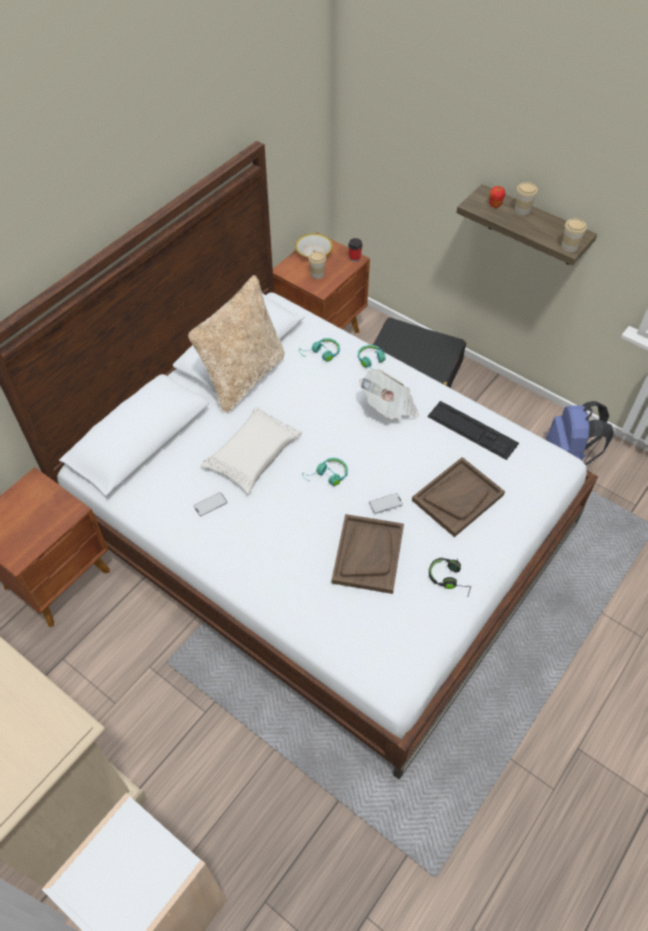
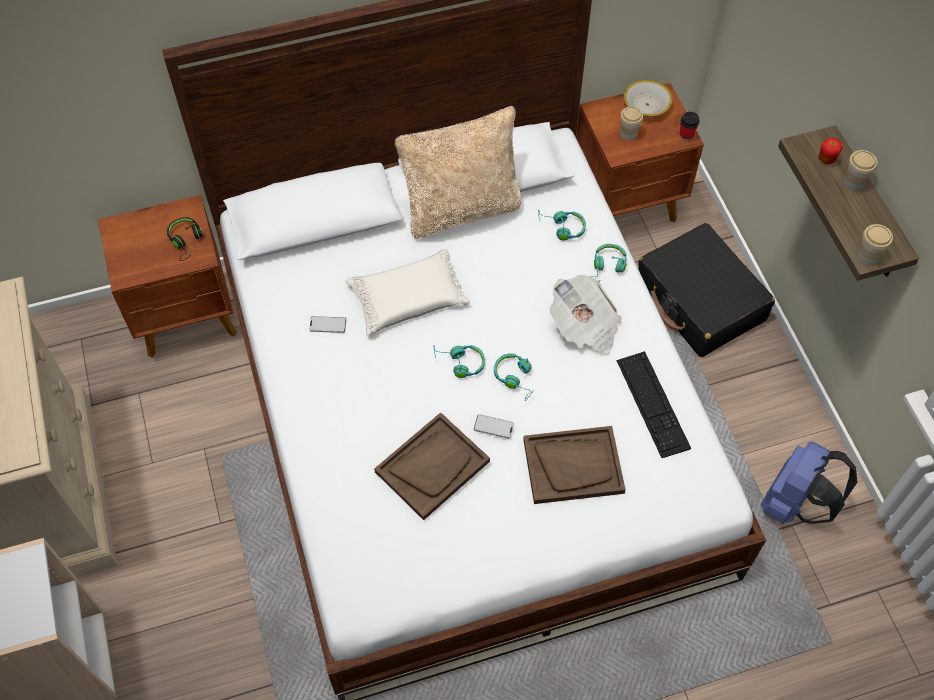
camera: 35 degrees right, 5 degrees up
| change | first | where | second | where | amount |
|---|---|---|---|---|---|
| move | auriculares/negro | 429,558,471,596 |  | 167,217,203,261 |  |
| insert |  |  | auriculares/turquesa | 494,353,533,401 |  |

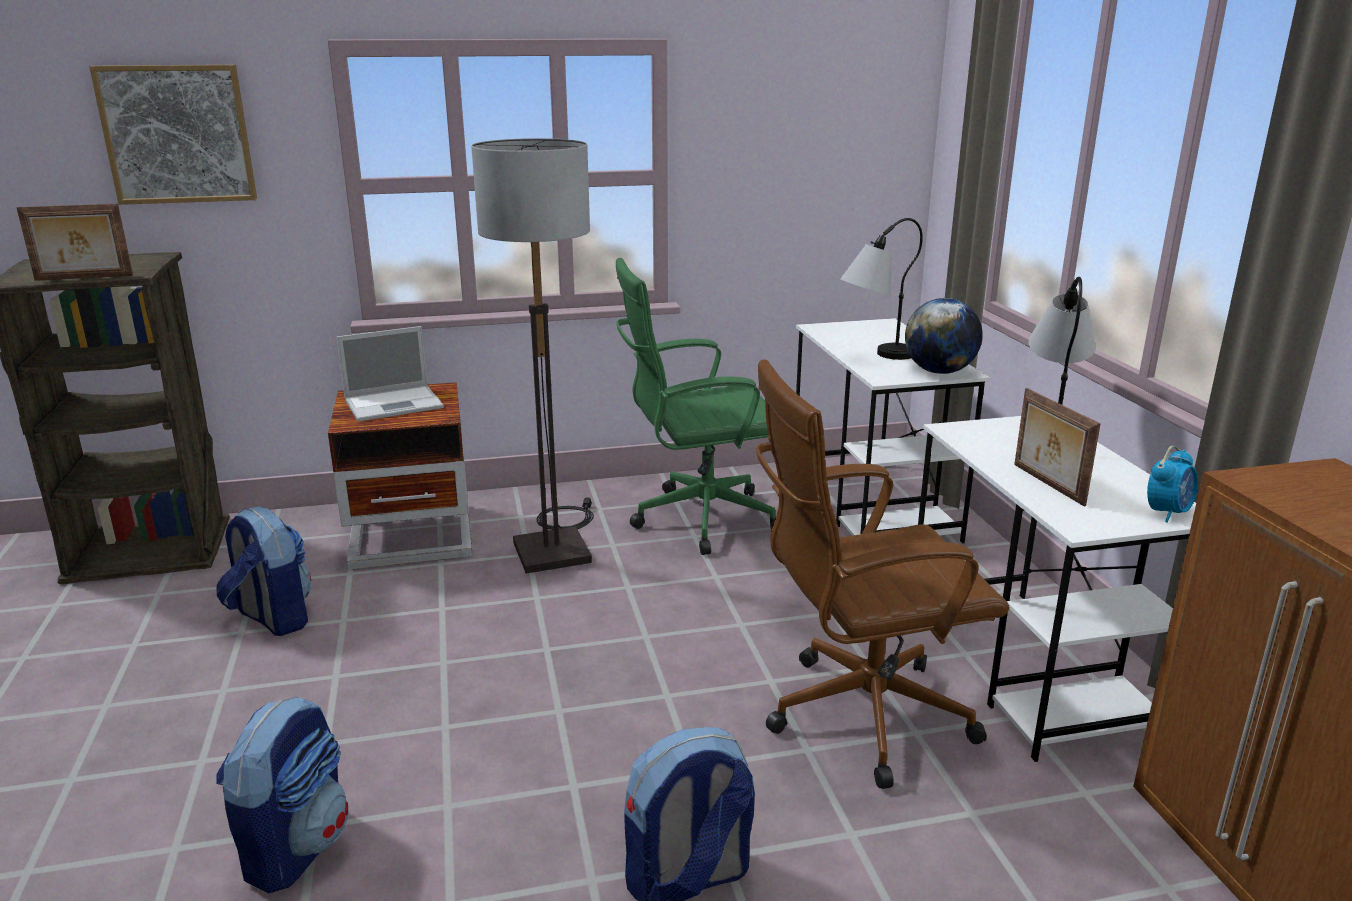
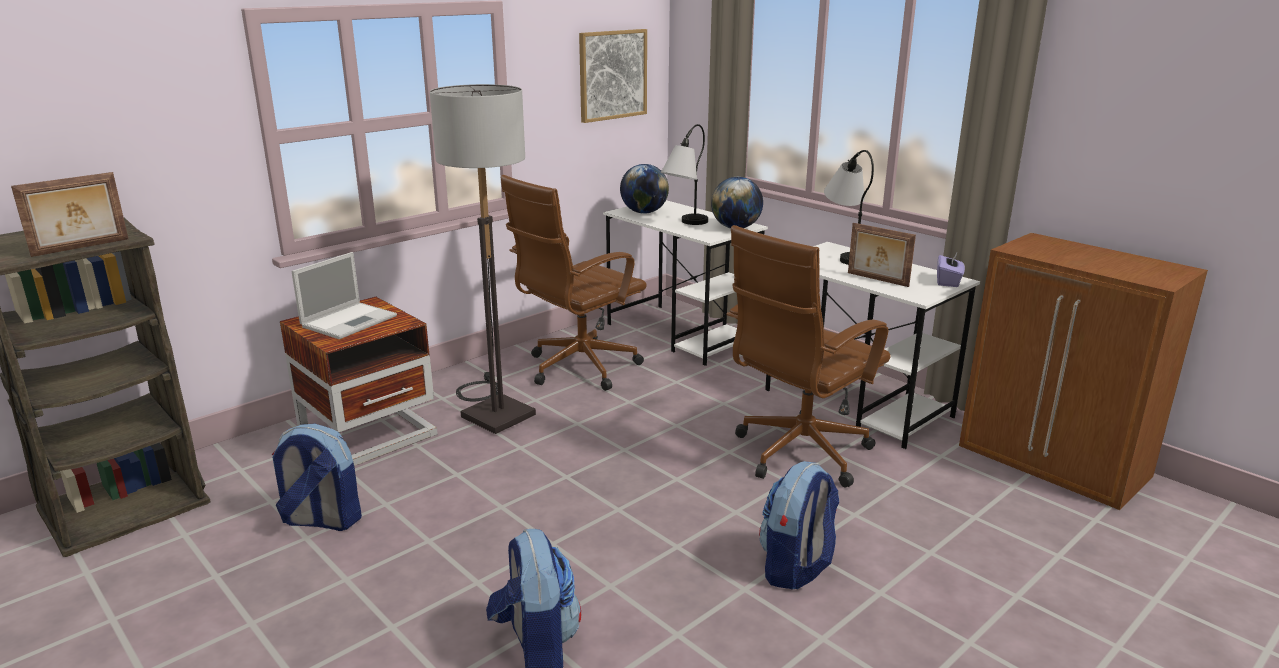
camera: 30 degrees left, 0 degrees up
| change | first | where | second | where | amount |
|---|---|---|---|---|---|
| recolor | silla de oficina/verde | 616,258,776,555 | silla de oficina/marrón | 501,175,646,391 |  |
| move | cuadro | 89,65,257,205 |  | 579,29,647,123 |  |
| insert |  |  | globo terráqueo | 620,164,669,214 |  |
| replace | despertador | 1147,445,1198,523 | caja de pañuelos/morado | 937,253,965,287 |  |

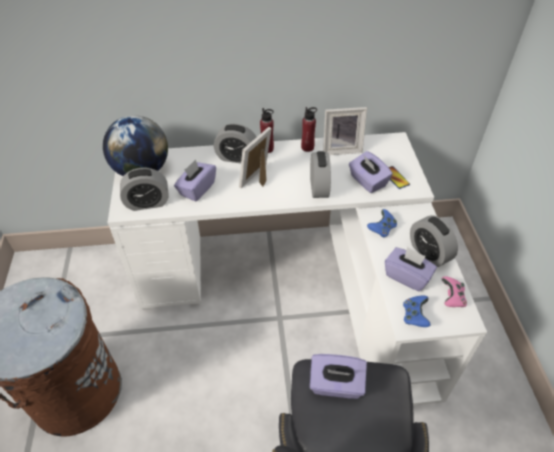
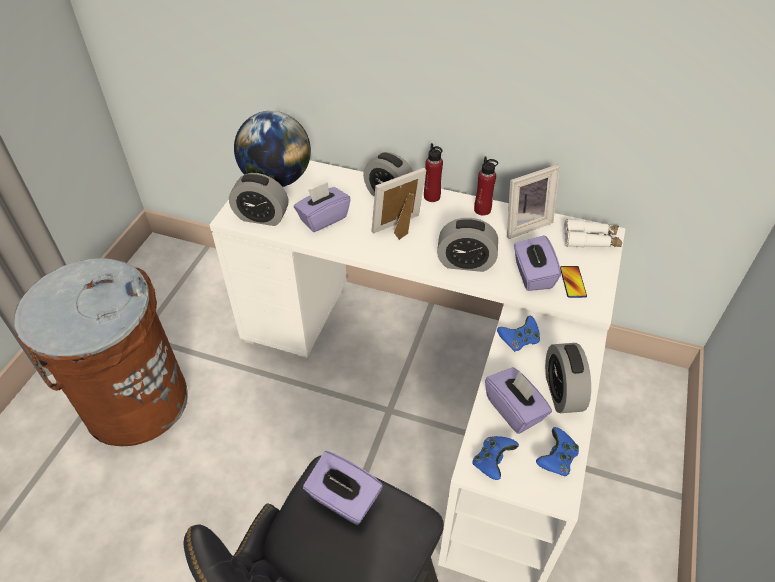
camera: 25 degrees right, 0 degrees up
| change | first | where | second | where | amount |
|---|---|---|---|---|---|
| rotate | despertador | 310,151,331,198 |  | 437,218,498,272 | 75 degrees clockwise |
| rotate | portarretratos | 323,107,367,155 |  | 507,164,560,239 | 45 degrees counterclockwise |
| recolor | mando de consola/rosa | 442,276,467,307 | mando de consola/azul | 536,427,579,476 |  |
| insert |  |  | prismáticos/blanco | 564,219,622,248 |  |

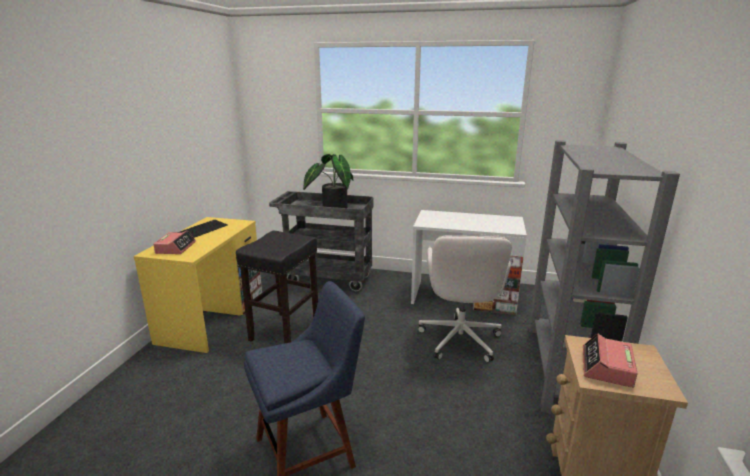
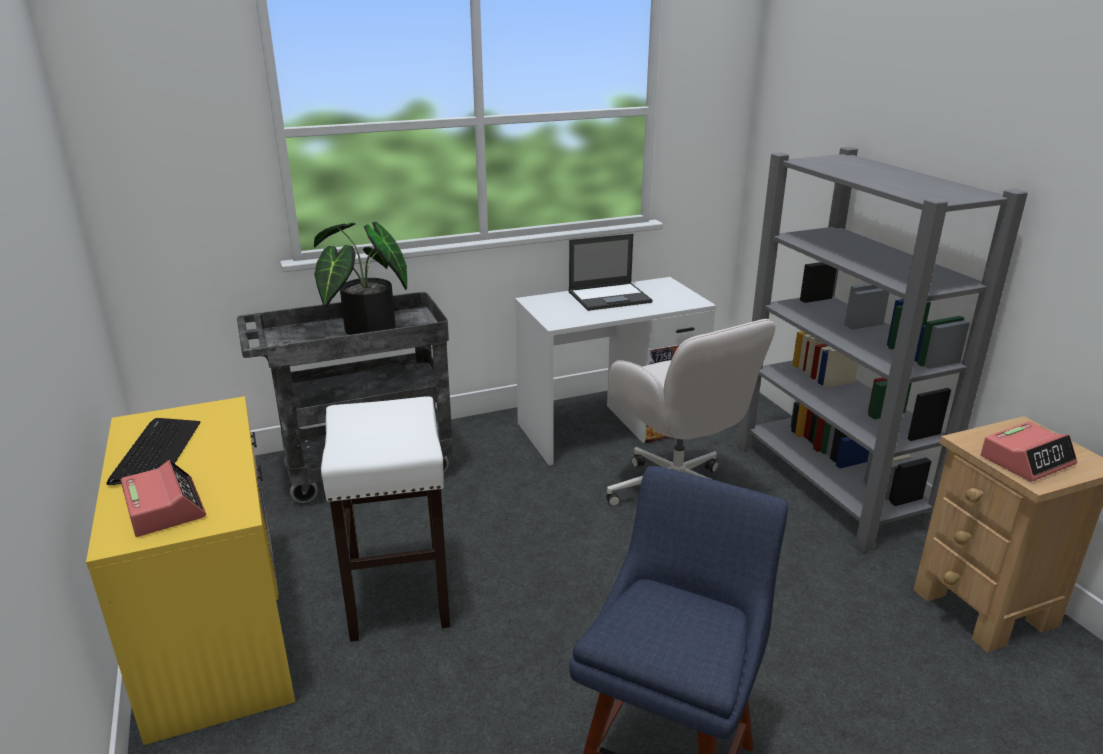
camera: 35 degrees left, 5 degrees up
| change | first | where | second | where | amount |
|---|---|---|---|---|---|
| recolor | taburete/negro | 236,231,318,344 | taburete/blanco | 321,397,450,642 |  |
| insert |  |  | portátil | 568,234,652,311 |  |
| rotate | despertador | 583,334,638,388 |  | 981,422,1077,482 | 105 degrees counterclockwise |

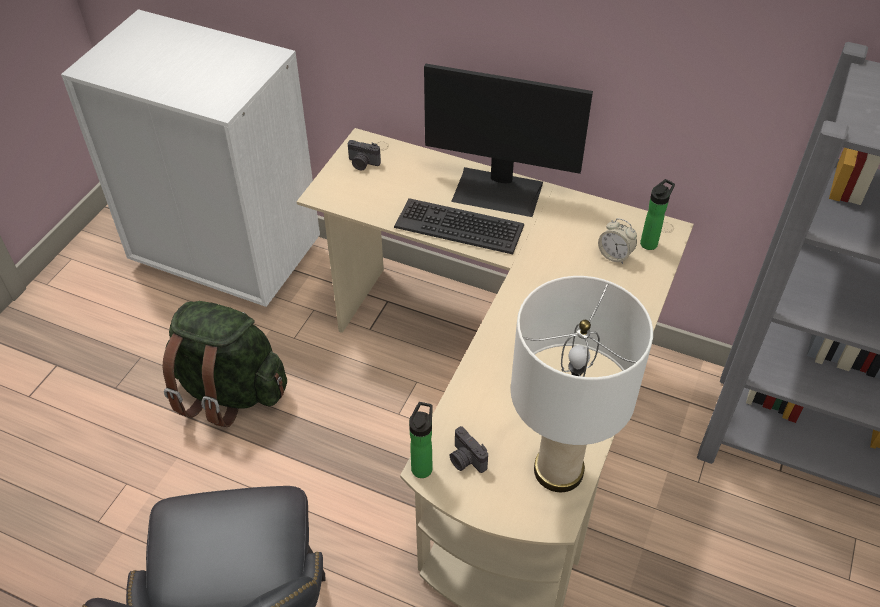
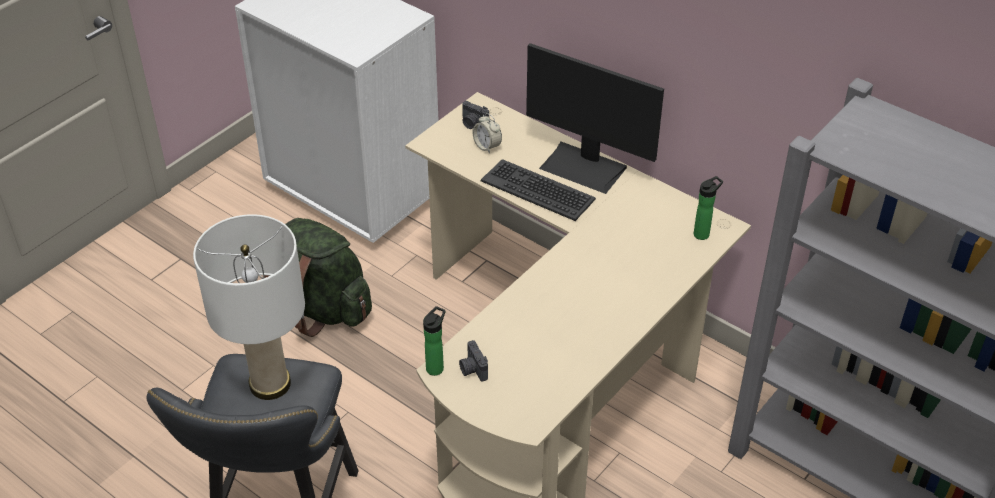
camera: 15 degrees right, 5 degrees down
| change | first | where | second | where | amount |
|---|---|---|---|---|---|
| move | lámpara de mesa/blanco | 511,276,653,492 |  | 193,214,305,400 |  |
| move | despertador | 598,218,637,264 |  | 473,113,502,154 |  |

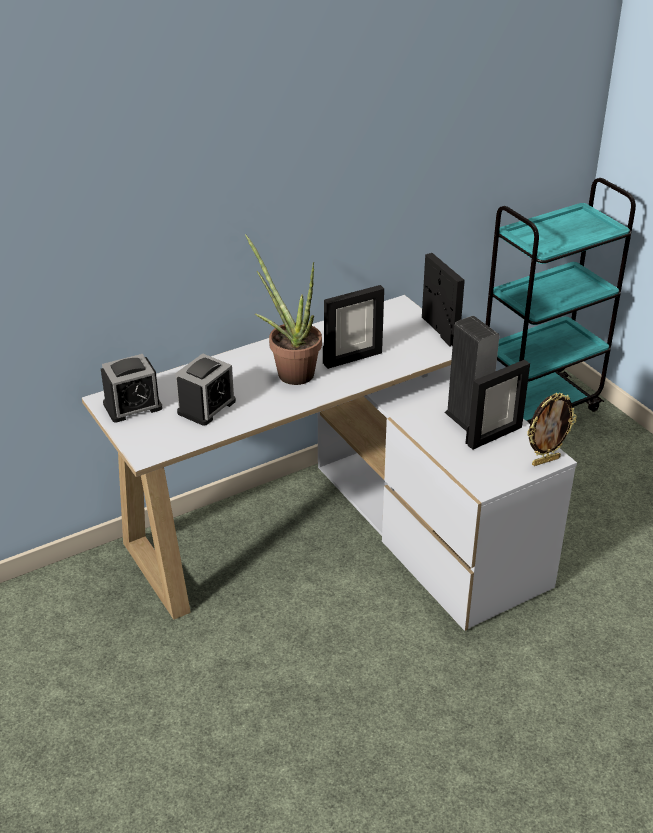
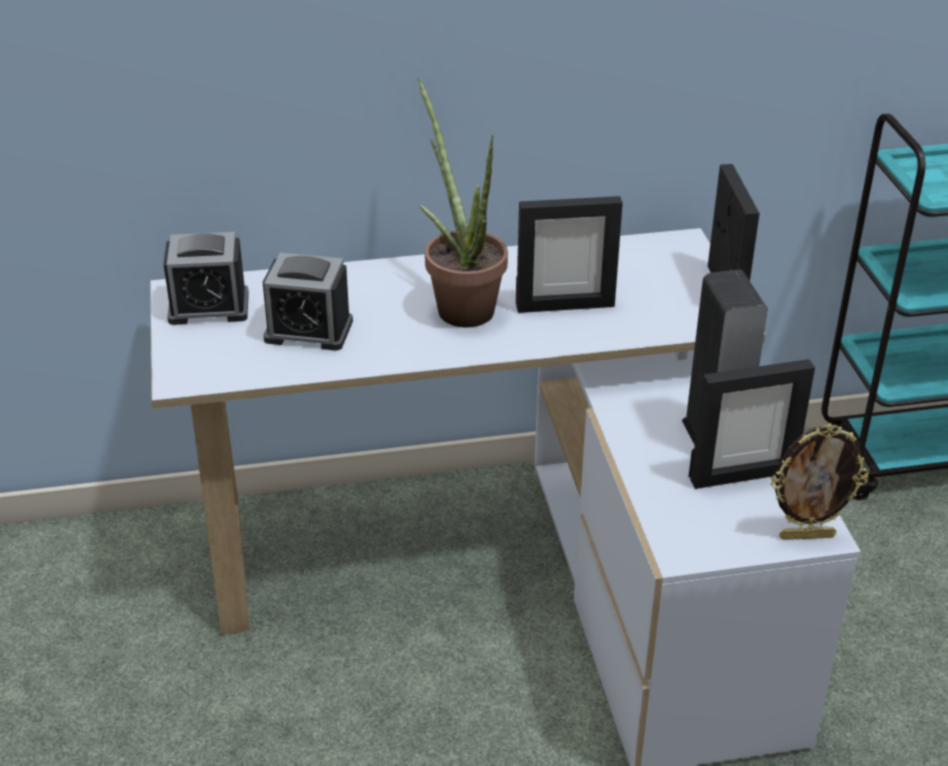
camera: 20 degrees right, 0 degrees up
| change | first | where | second | where | amount |
|---|---|---|---|---|---|
| rotate | despertador | 175,353,236,426 |  | 263,253,353,351 | 45 degrees clockwise |

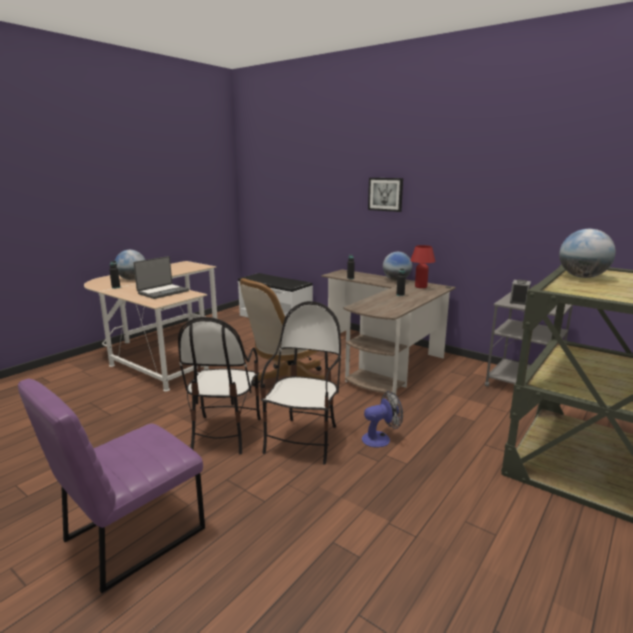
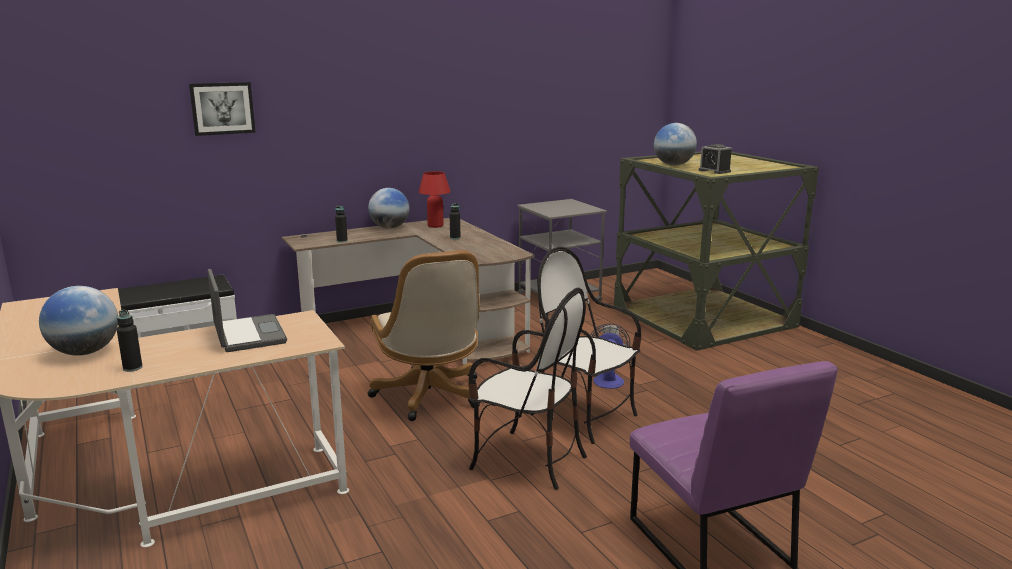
camera: 65 degrees left, 0 degrees up
| change | first | where | second | where | amount |
|---|---|---|---|---|---|
| move | cuadro | 368,178,403,212 |  | 189,82,256,136 |  |
| move | despertador | 510,280,531,305 |  | 699,144,732,174 |  |

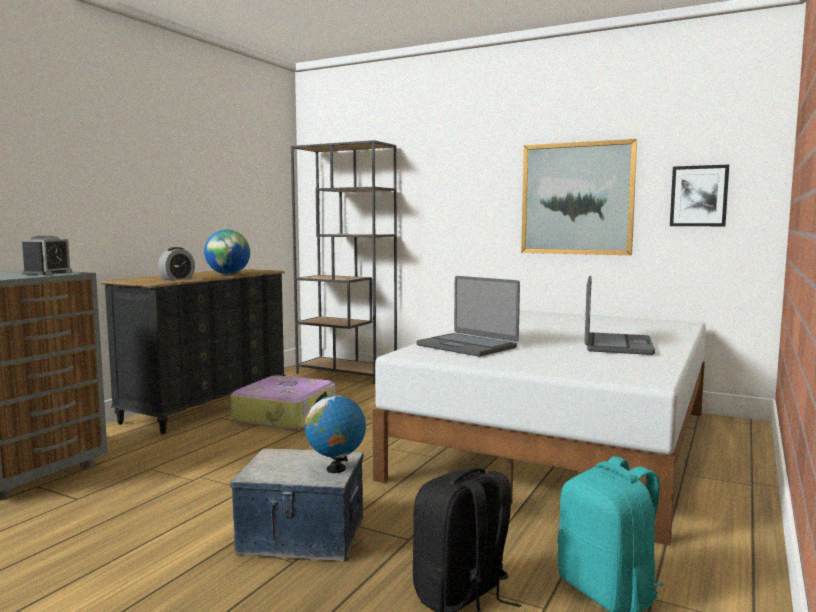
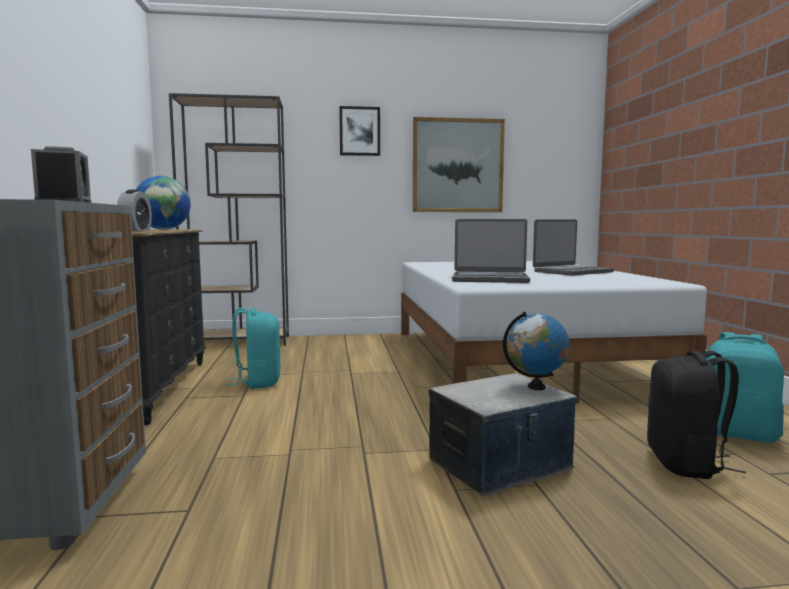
camera: 35 degrees left, 0 degrees up
| change | first | where | second | where | amount |
|---|---|---|---|---|---|
| replace | maleta | 231,375,335,430 | mochila/turquesa | 225,307,281,389 |  |
| move | cuadro | 670,165,729,226 |  | 339,106,380,156 |  |
| rotate | portátil | 585,276,655,355 |  | 533,219,614,276 | 75 degrees clockwise |

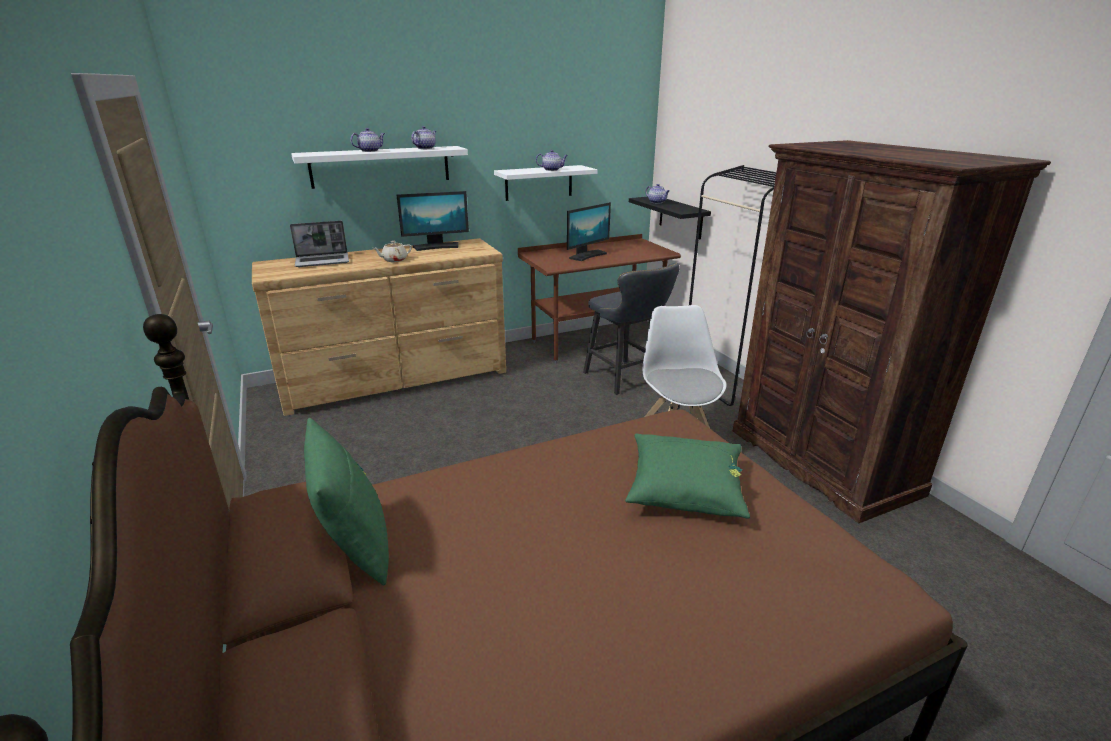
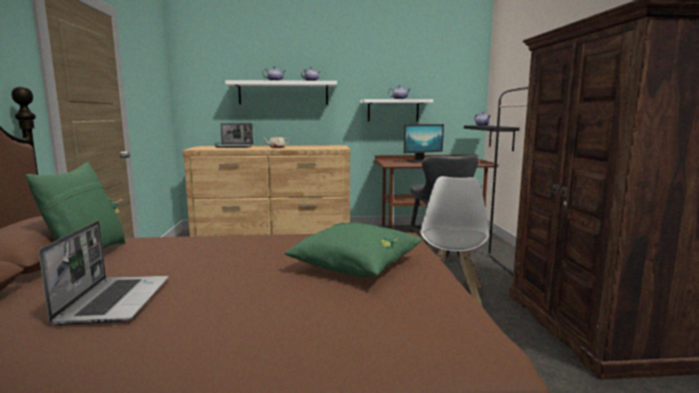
camera: 20 degrees right, 15 degrees down
| change | first | where | second | where | amount |
|---|---|---|---|---|---|
| insert |  |  | portátil | 39,221,168,325 |  |
| delete | monitor | 397,191,469,251 |  |  |  |

